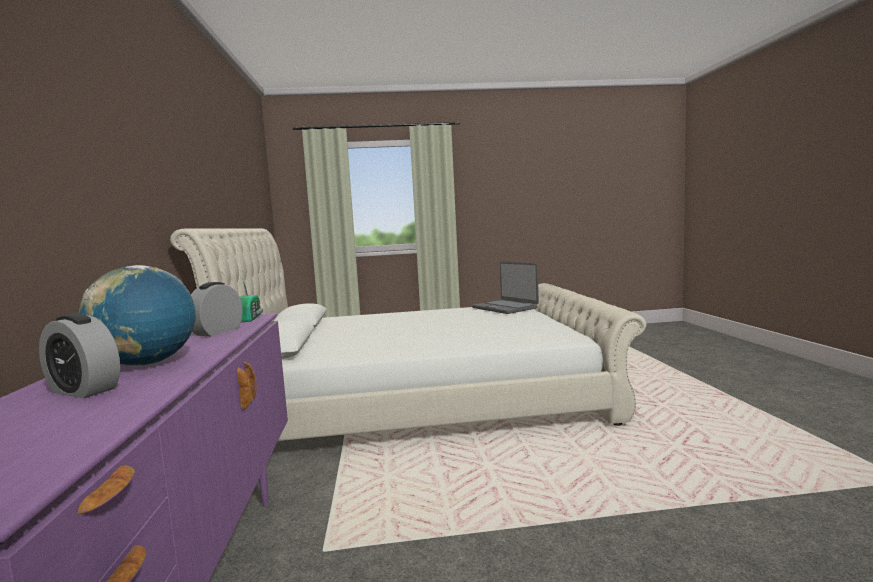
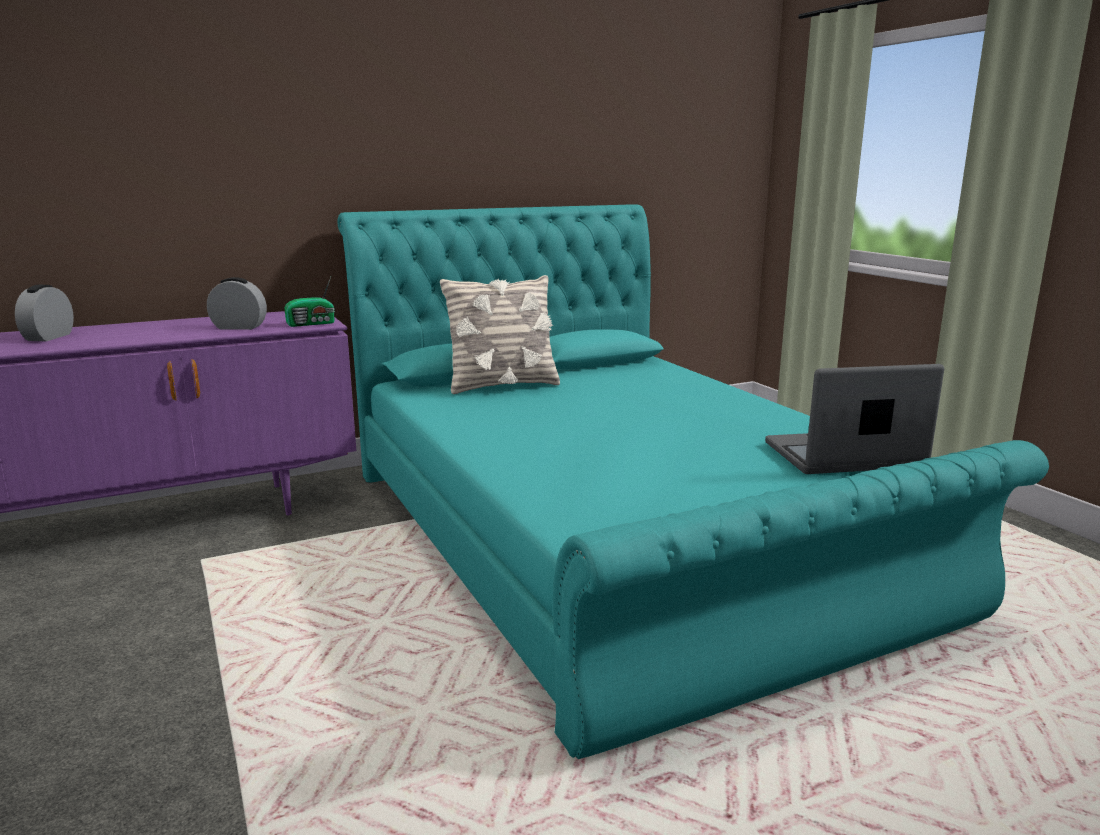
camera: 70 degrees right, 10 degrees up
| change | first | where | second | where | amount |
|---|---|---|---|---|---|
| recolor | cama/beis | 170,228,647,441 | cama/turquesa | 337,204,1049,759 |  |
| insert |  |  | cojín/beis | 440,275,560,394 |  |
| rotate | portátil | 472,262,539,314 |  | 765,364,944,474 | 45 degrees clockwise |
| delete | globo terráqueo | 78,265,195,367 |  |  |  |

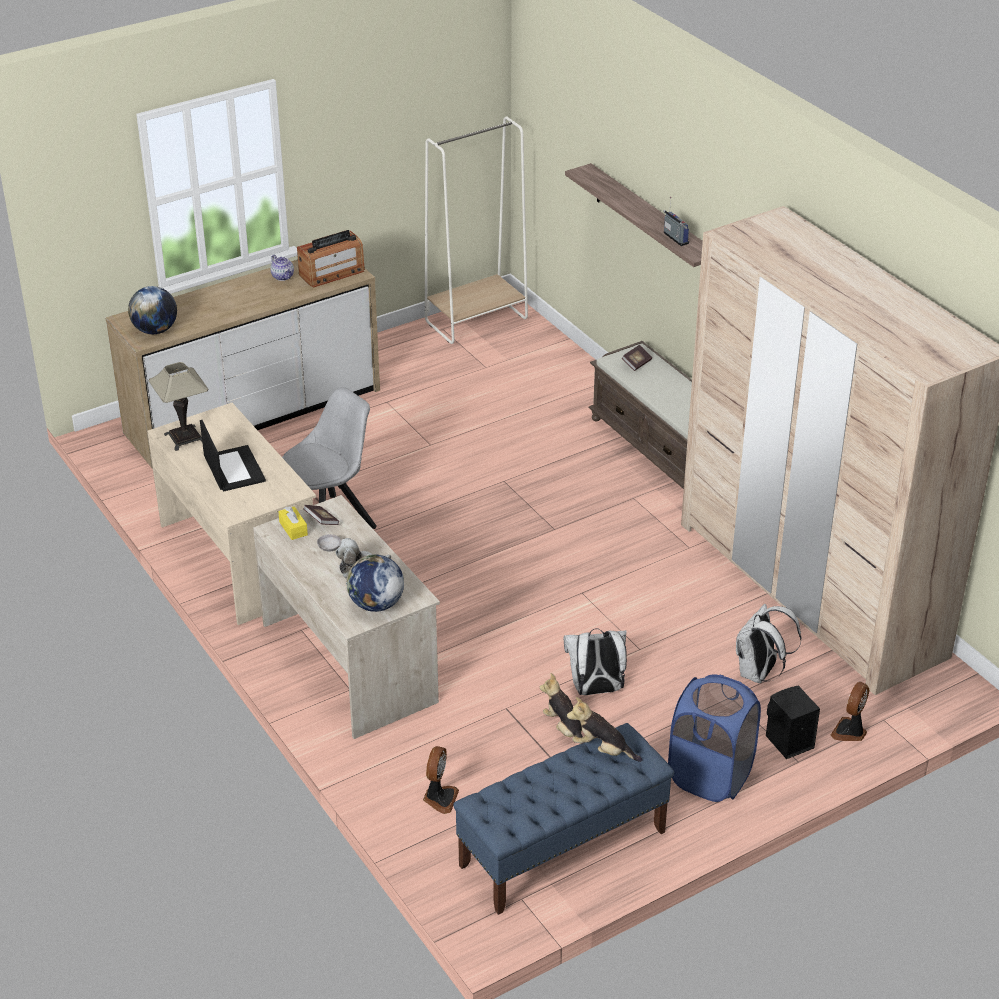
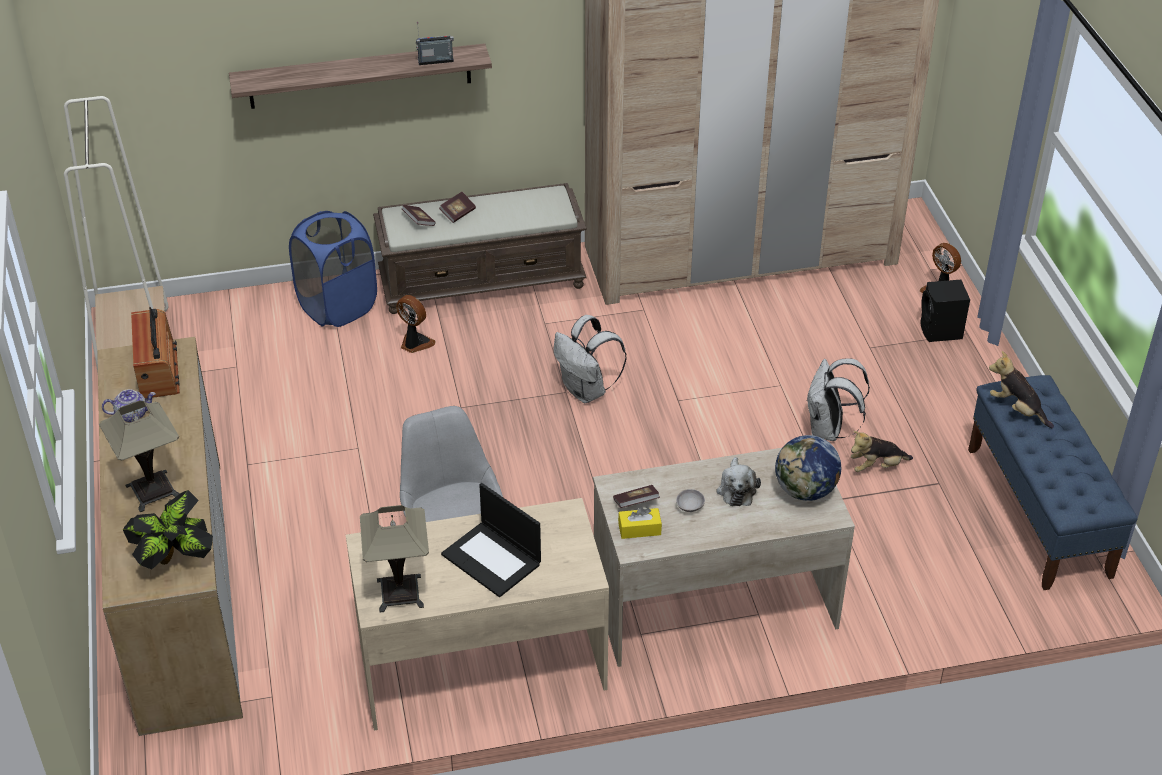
camera: 70 degrees left, 5 degrees up
| change | first | where | second | where | amount |
|---|---|---|---|---|---|
| insert |  |  | lámpara de mesa | 99,400,180,512 |  |
| replace | globo terráqueo | 128,286,177,334 | planta en maceta | 123,490,213,569 |  |
| move | cesto de la ropa/azul | 668,674,761,802 |  | 289,211,377,327 |  |
| move | ventilador | 423,746,459,814 |  | 396,295,435,353 |  |
| insert |  |  | libro | 439,192,476,223 |  |
| rotate | portátil | 200,420,266,492 |  | 441,483,541,597 | 135 degrees counterclockwise |
| move | mochila/blanco | 736,604,801,683 |  | 553,315,627,403 |  |
| rotate | peluche | 567,697,642,762 |  | 989,351,1054,428 | 90 degrees clockwise |

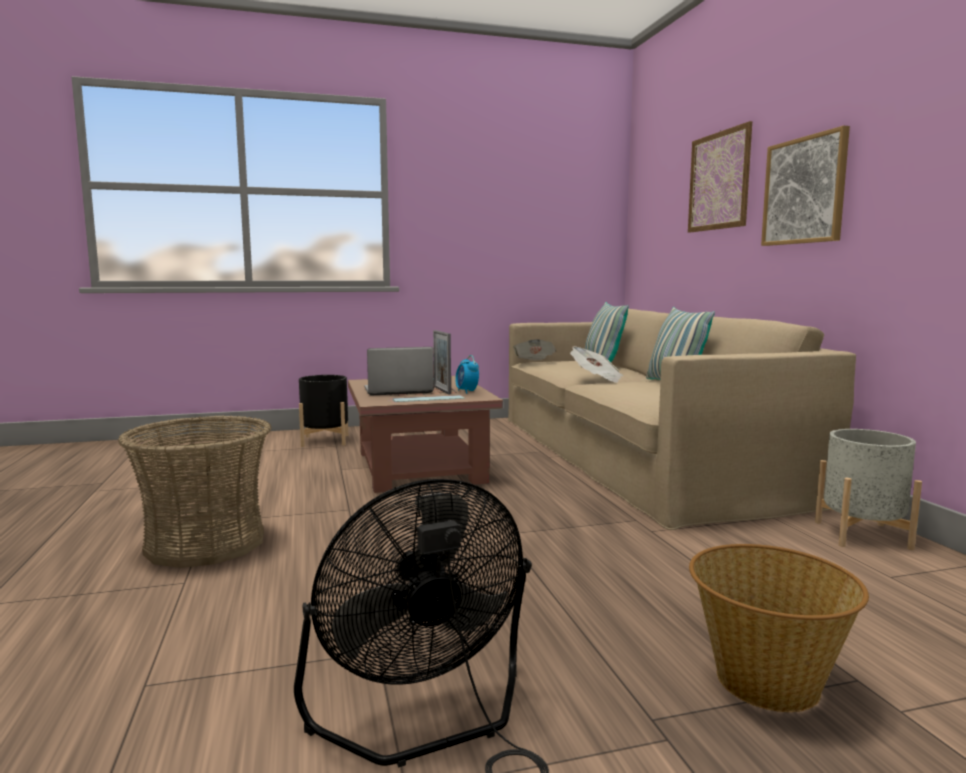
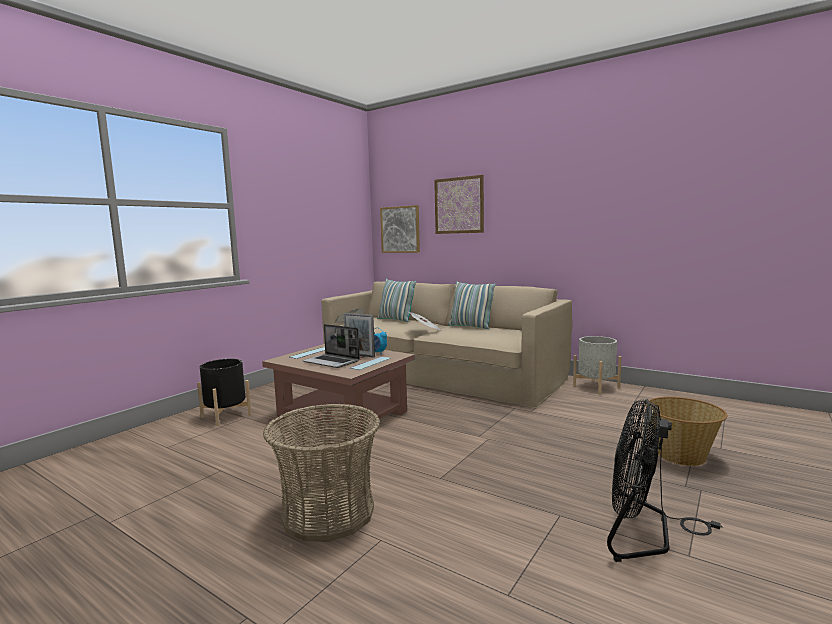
camera: 40 degrees left, 0 degrees up
| change | first | where | second | where | amount |
|---|---|---|---|---|---|
| rotate | portátil | 364,347,434,395 |  | 302,324,360,368 | 90 degrees counterclockwise |
| move | cuadro | 761,126,850,246 |  | 380,205,420,253 |  |

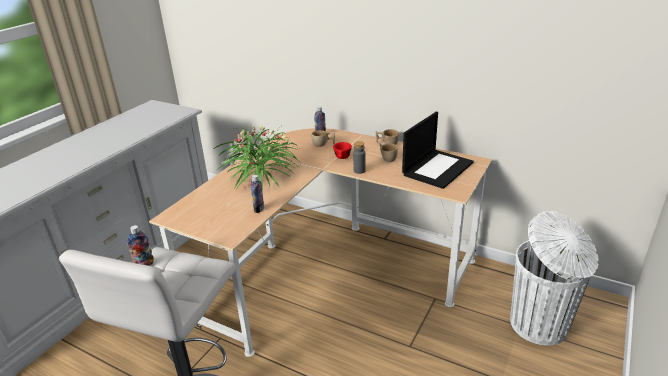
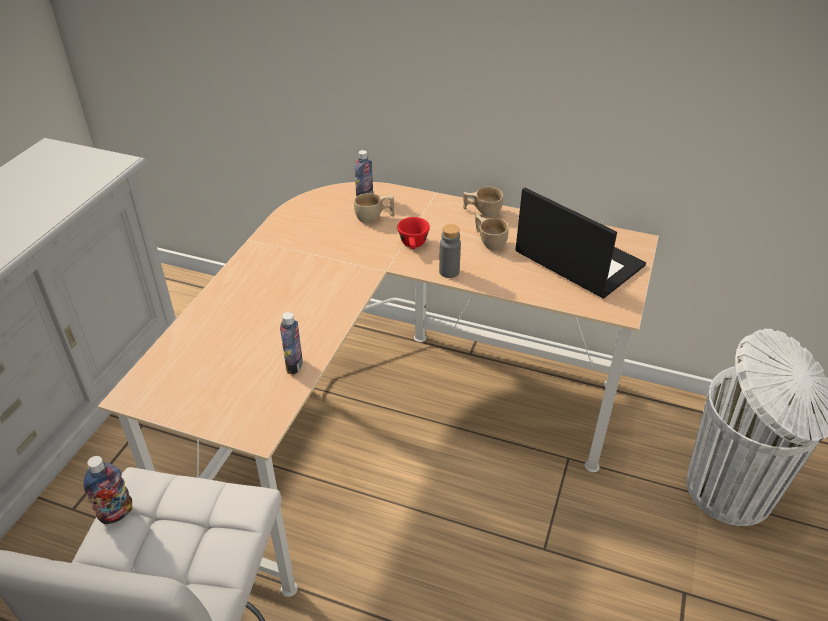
camera: 10 degrees left, 10 degrees up
| change | first | where | second | where | amount |
|---|---|---|---|---|---|
| rotate | portátil | 402,112,474,189 |  | 515,188,646,299 | 75 degrees counterclockwise |
| delete | planta en maceta | 213,125,299,191 |  |  |  |

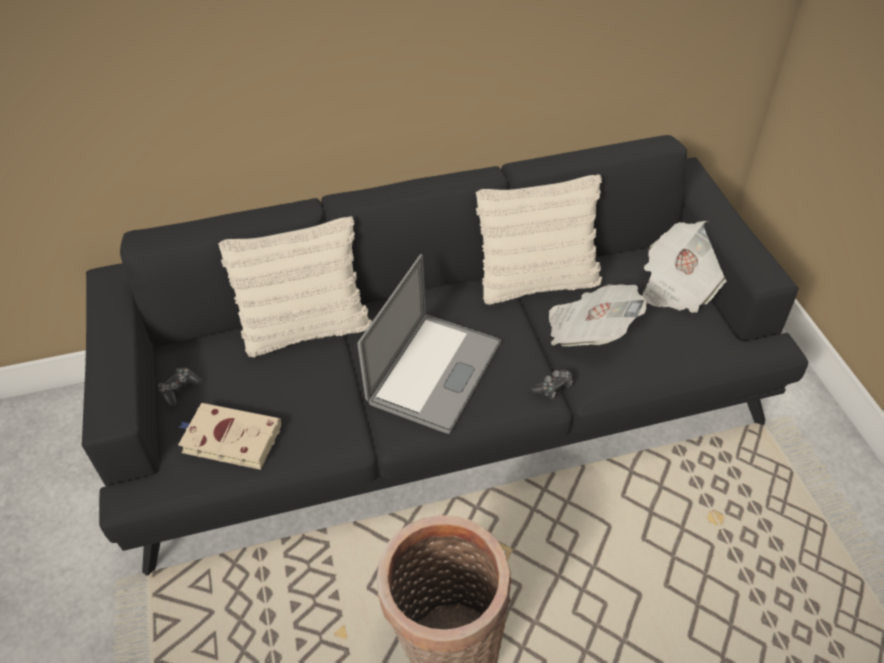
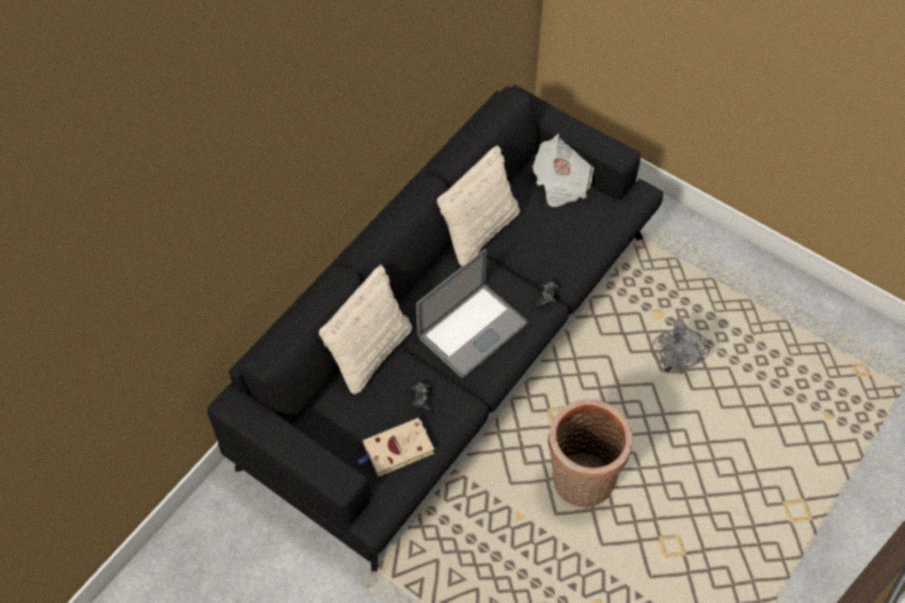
camera: 40 degrees left, 10 degrees up
| change | first | where | second | where | amount |
|---|---|---|---|---|---|
| move | mando de consola | 158,368,203,408 |  | 413,383,433,413 |  |
| rotate | portátil | 358,254,501,434 |  | 416,249,528,378 | 60 degrees clockwise |
| insert |  |  | ventilador/gris | 651,318,710,374 |  |
| delete | periódico | 549,285,647,346 |  |  |  |

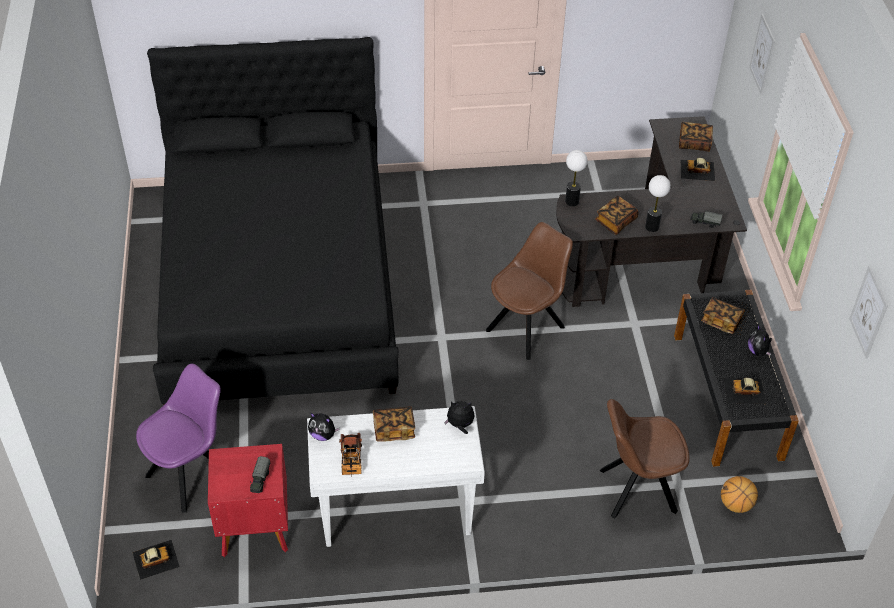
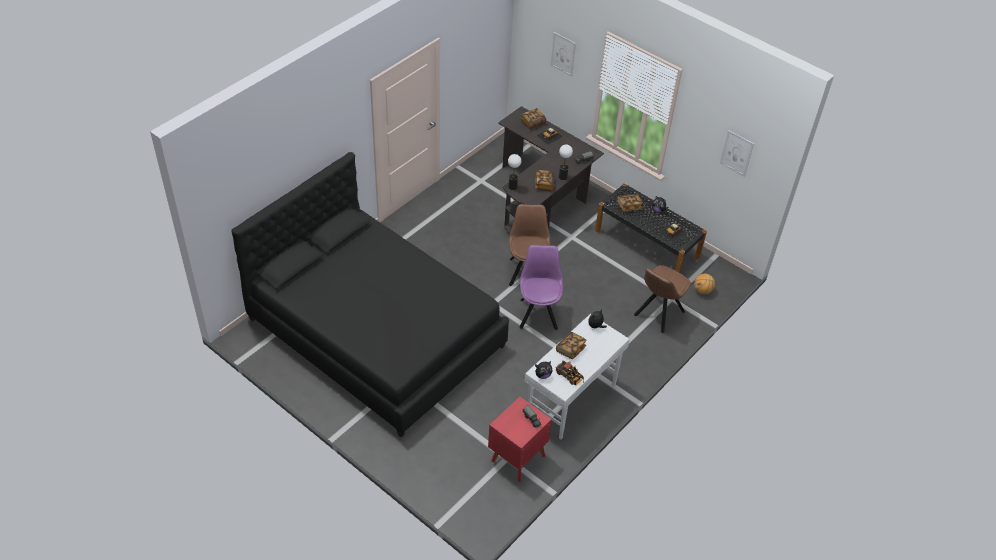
camera: 45 degrees left, 0 degrees up
| change | first | where | second | where | amount |
|---|---|---|---|---|---|
| move | silla/morado | 136,364,221,512 |  | 519,245,563,330 |  |
| delete | coche de juguete | 132,540,180,580 |  |  |  |

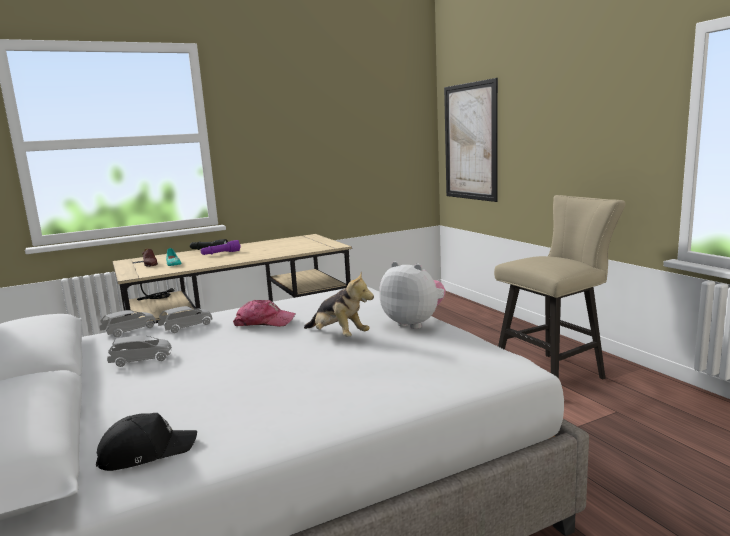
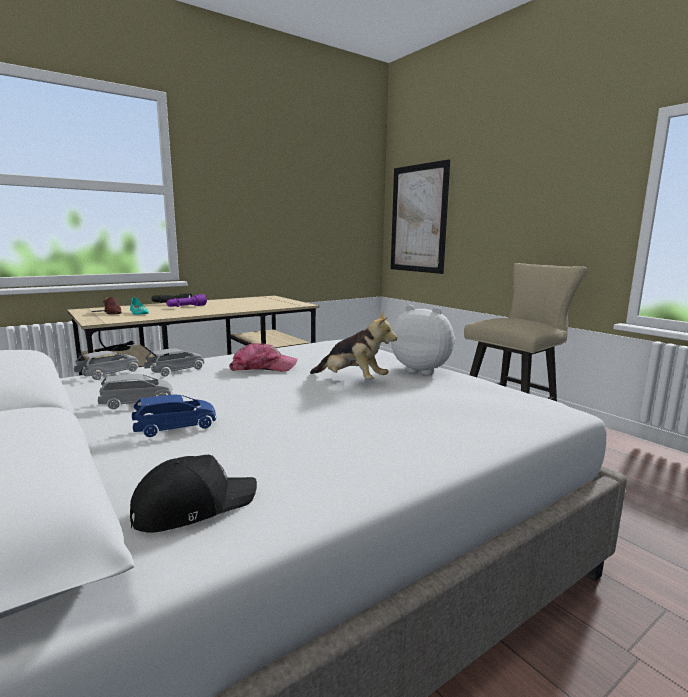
camera: 10 degrees left, 0 degrees up
| change | first | where | second | where | amount |
|---|---|---|---|---|---|
| insert |  |  | coche de juguete/azul | 132,395,216,437 |  |

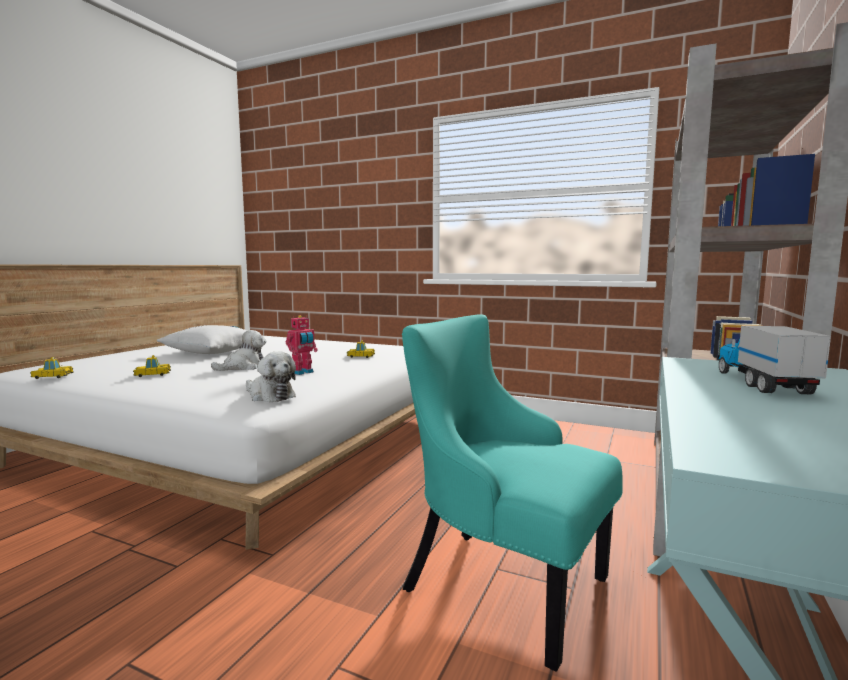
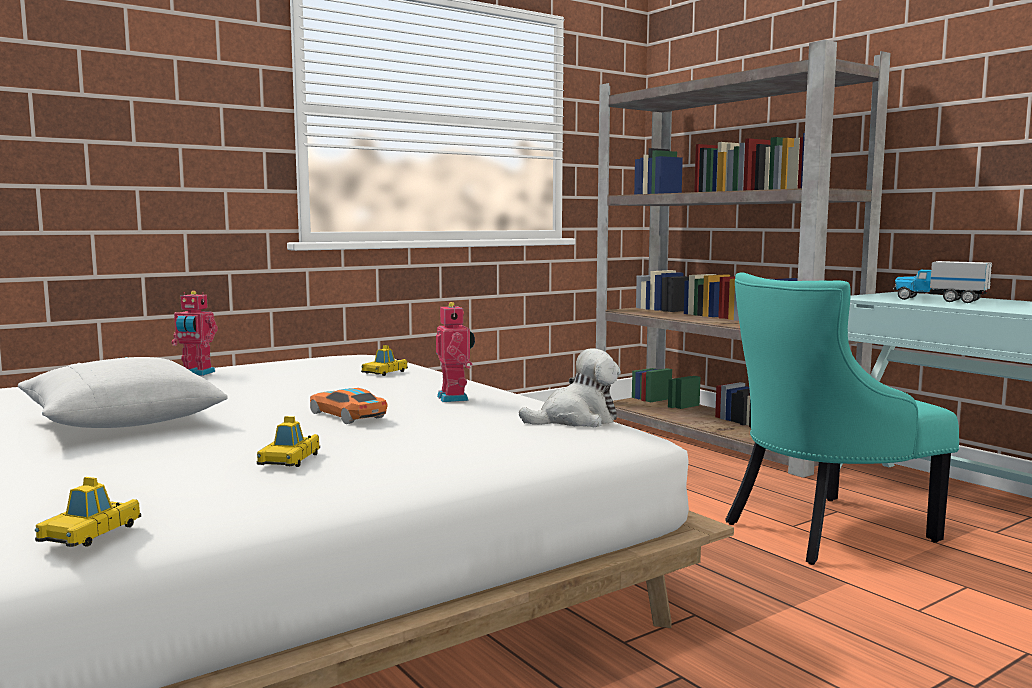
camera: 60 degrees left, 0 degrees up
| change | first | where | second | where | amount |
|---|---|---|---|---|---|
| insert |  |  | robot de juguete | 171,291,218,376 |  |
| replace | peluche | 211,330,266,371 | coche de juguete | 310,388,388,424 |  |

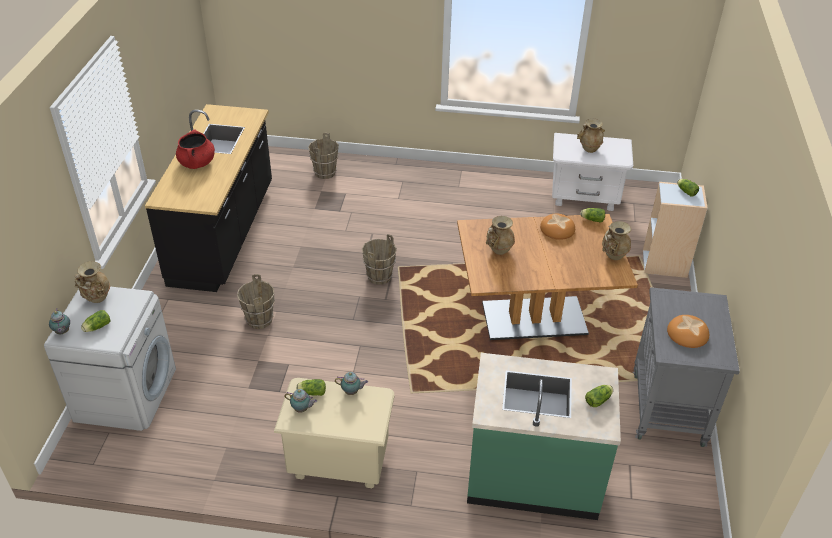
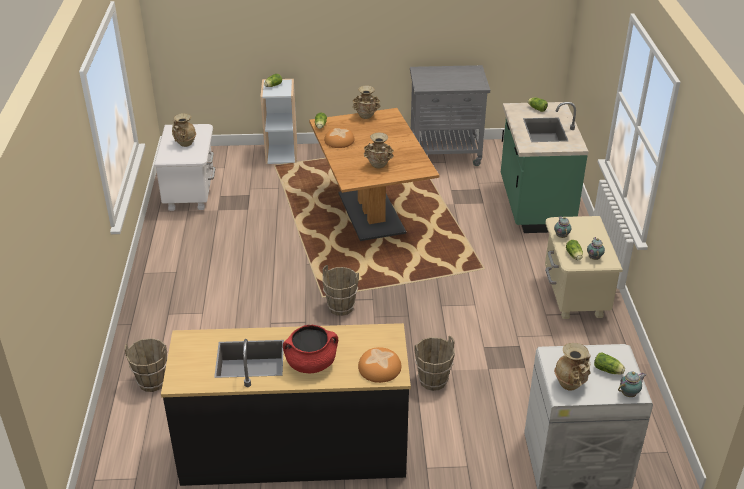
camera: 100 degrees left, 5 degrees down
| change | first | where | second | where | amount |
|---|---|---|---|---|---|
| move | pan | 667,315,709,348 |  | 358,347,401,383 |  |

